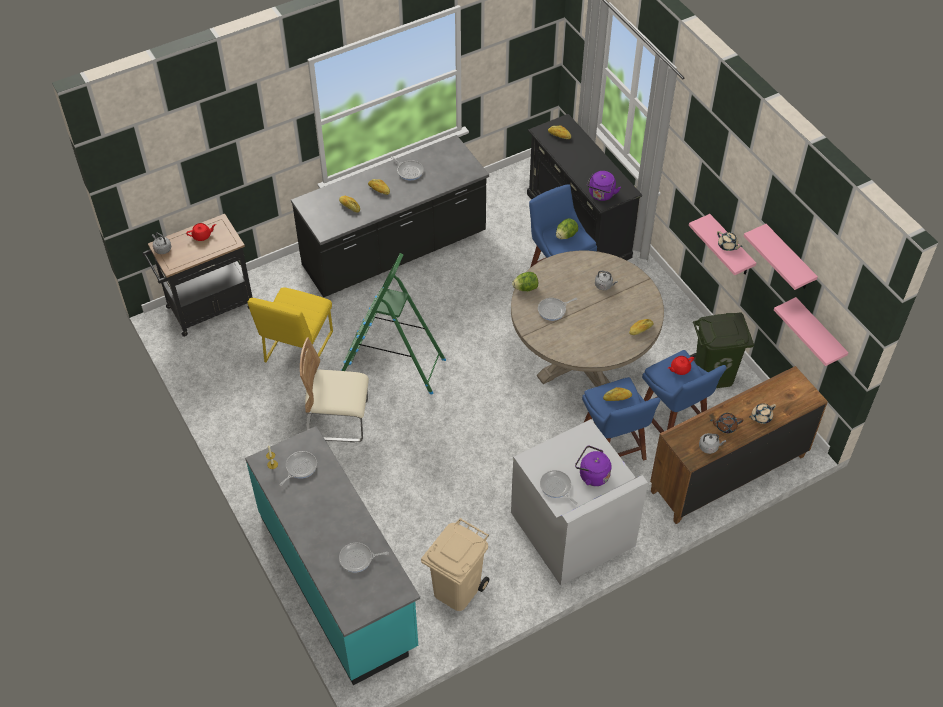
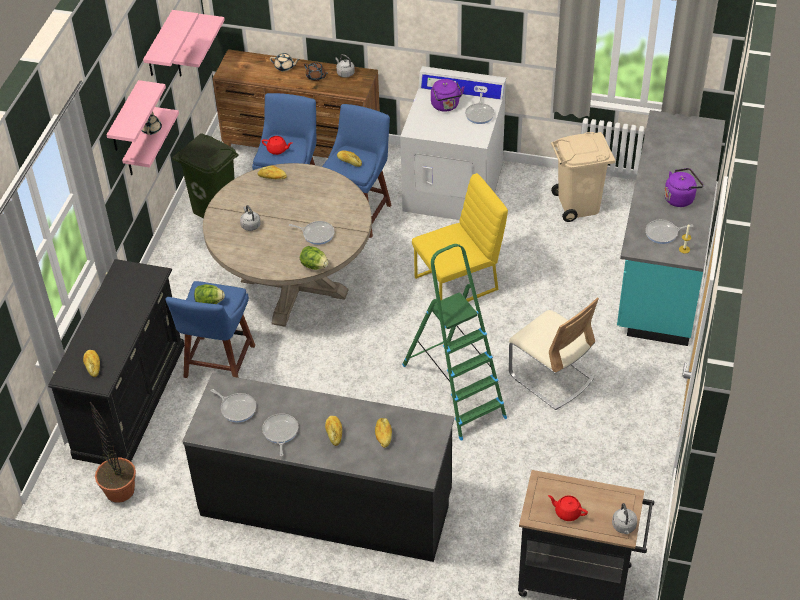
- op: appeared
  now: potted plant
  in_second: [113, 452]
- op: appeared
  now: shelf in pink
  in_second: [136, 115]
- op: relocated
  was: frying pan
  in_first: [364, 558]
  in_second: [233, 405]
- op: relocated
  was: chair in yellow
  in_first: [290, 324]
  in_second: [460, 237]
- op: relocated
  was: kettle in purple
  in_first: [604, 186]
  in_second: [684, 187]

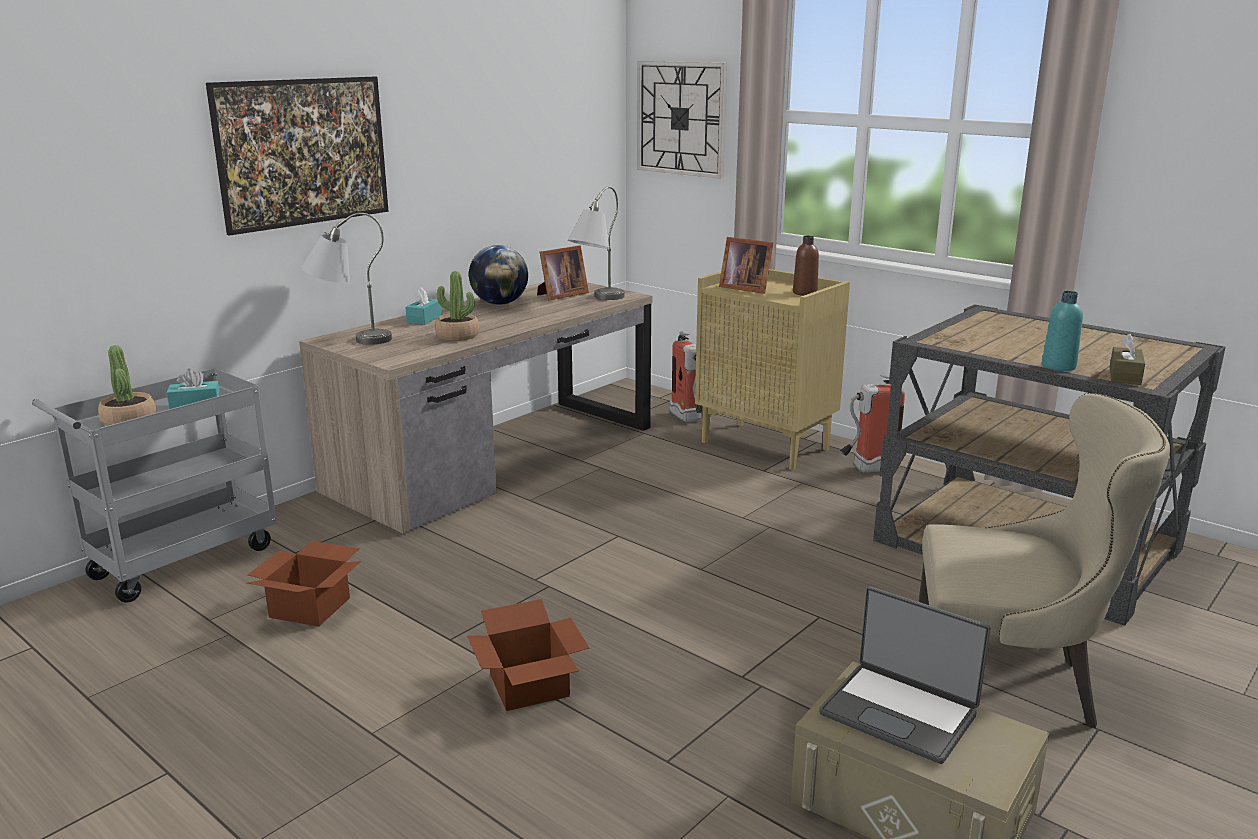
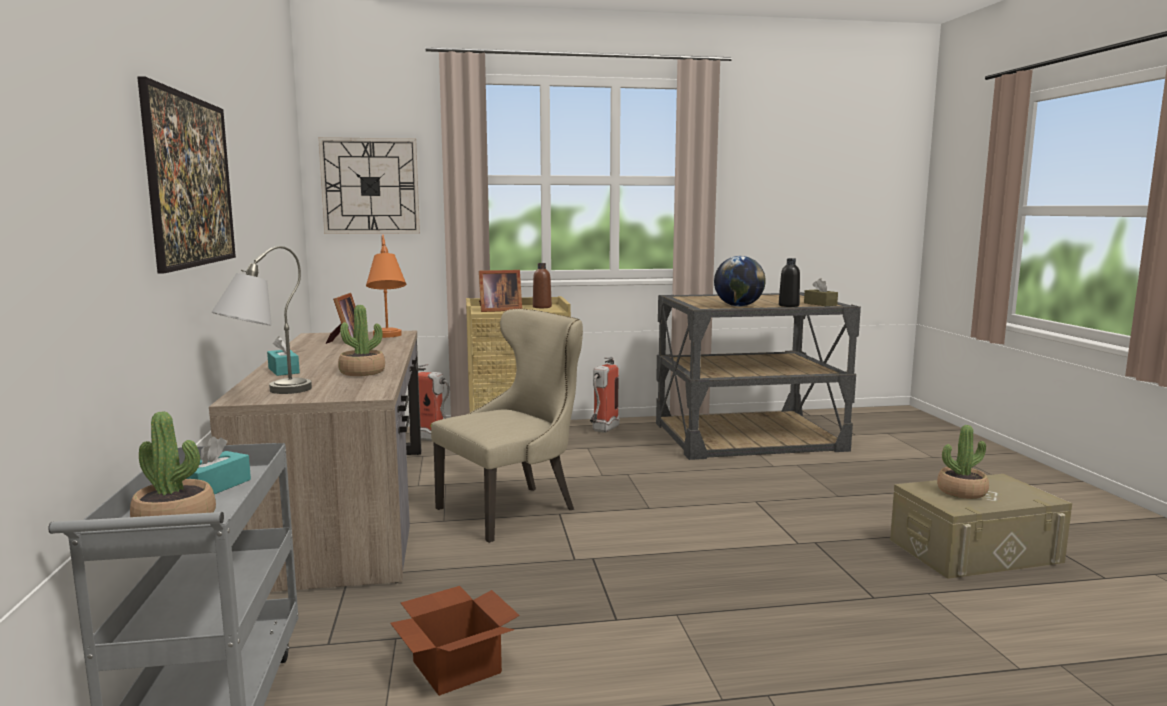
- op: colour
  was: table lamp in grey
  now: table lamp in orange
  in_first: [596, 243]
  in_second: [386, 286]
- op: relocated
  was: chair in beige
  in_first: [1044, 560]
  in_second: [507, 426]
- op: relocated
  was: globe
  in_first: [498, 275]
  in_second: [740, 281]
- op: colour
  was: bottle in turquoise
  now: bottle in black
  in_first: [1062, 331]
  in_second: [789, 282]
- op: exchanged
  was: laptop
  now: potted plant
  in_first: [905, 675]
  in_second: [963, 462]
- op: missing
  was: cardboard box
  in_first: [528, 655]

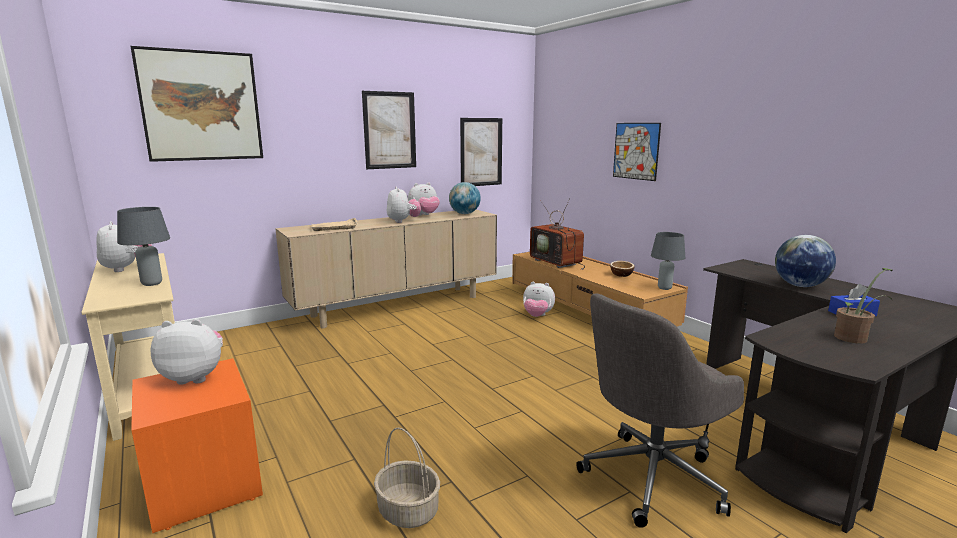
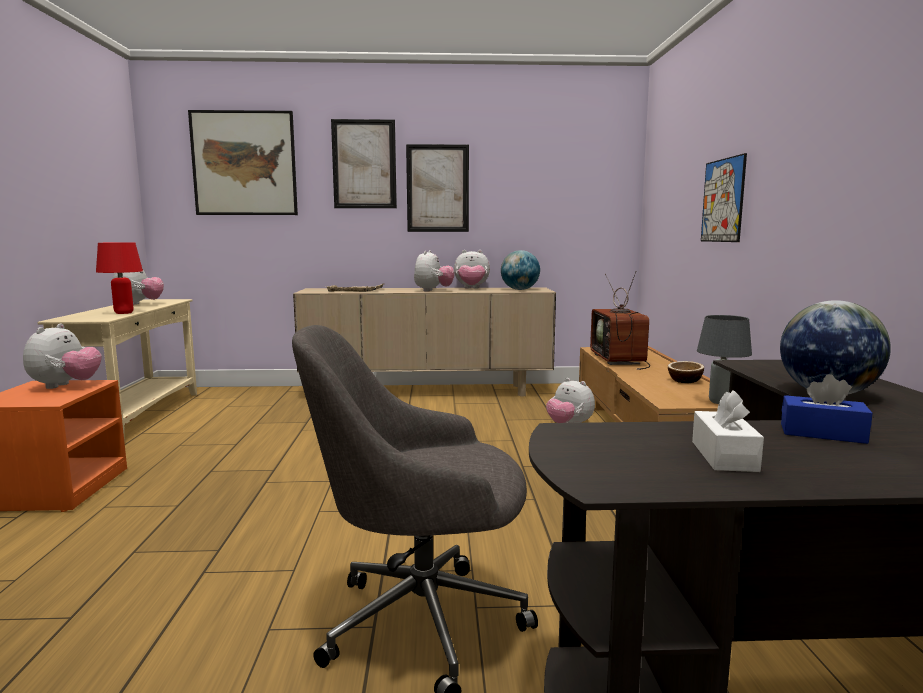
- op: spun
  was: plush toy
  in_first: [187, 352]
  in_second: [62, 356]
  clockwise: 75
- op: colour
  was: table lamp in grey
  now: table lamp in red
  in_first: [143, 246]
  in_second: [119, 278]
- op: relocated
  was: picture
  in_first: [481, 152]
  in_second: [364, 163]
- op: exchanged
  was: potted plant
  now: tissue box in white
  in_first: [863, 306]
  in_second: [728, 431]
- op: missing
  was: basket
  in_first: [407, 478]

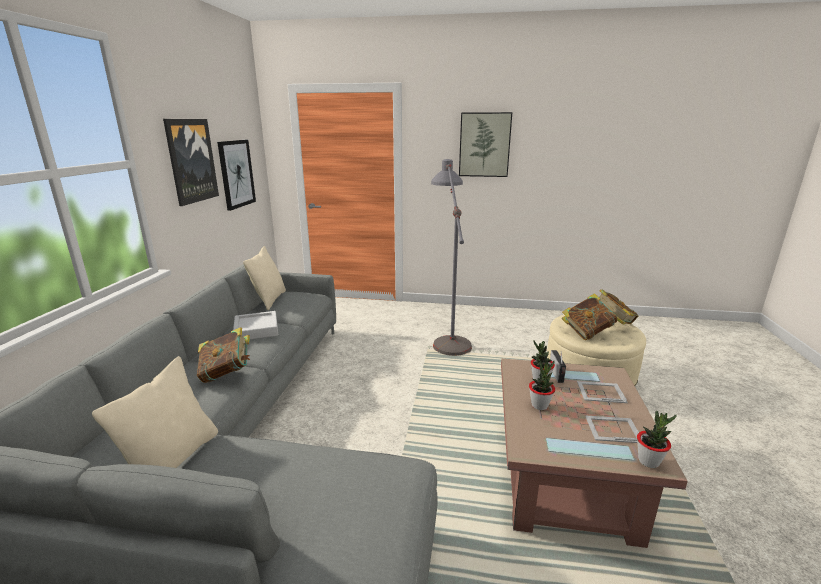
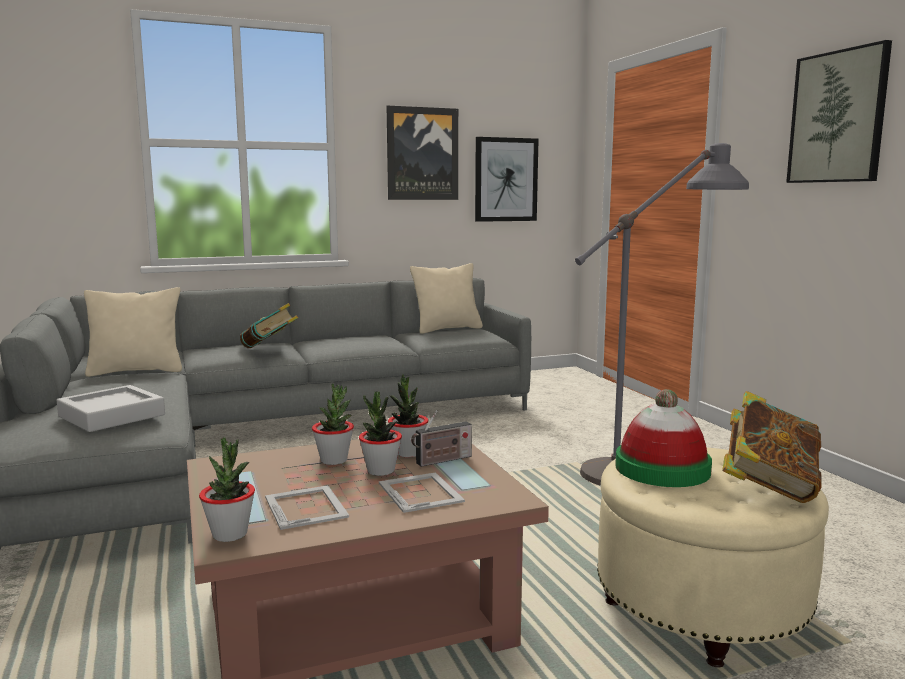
- op: relocated
  was: tray in grey
  in_first: [255, 325]
  in_second: [111, 408]
- op: appeared
  now: potted plant
  in_second: [380, 433]
- op: exchanged
  was: book
  now: hat
  in_first: [589, 316]
  in_second: [663, 438]

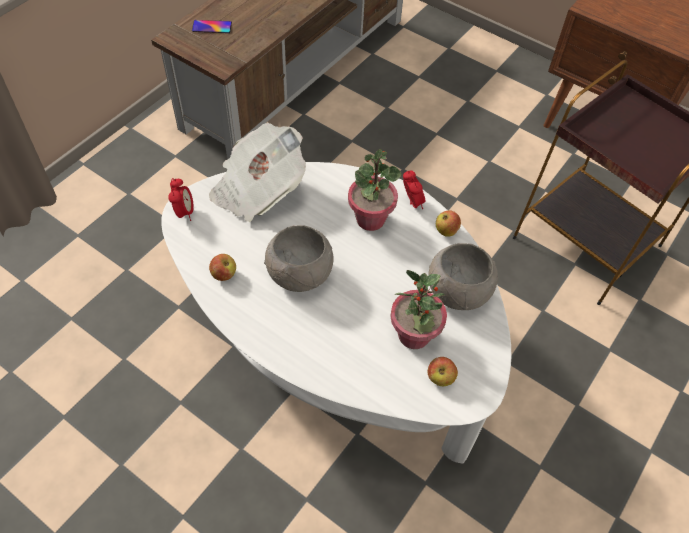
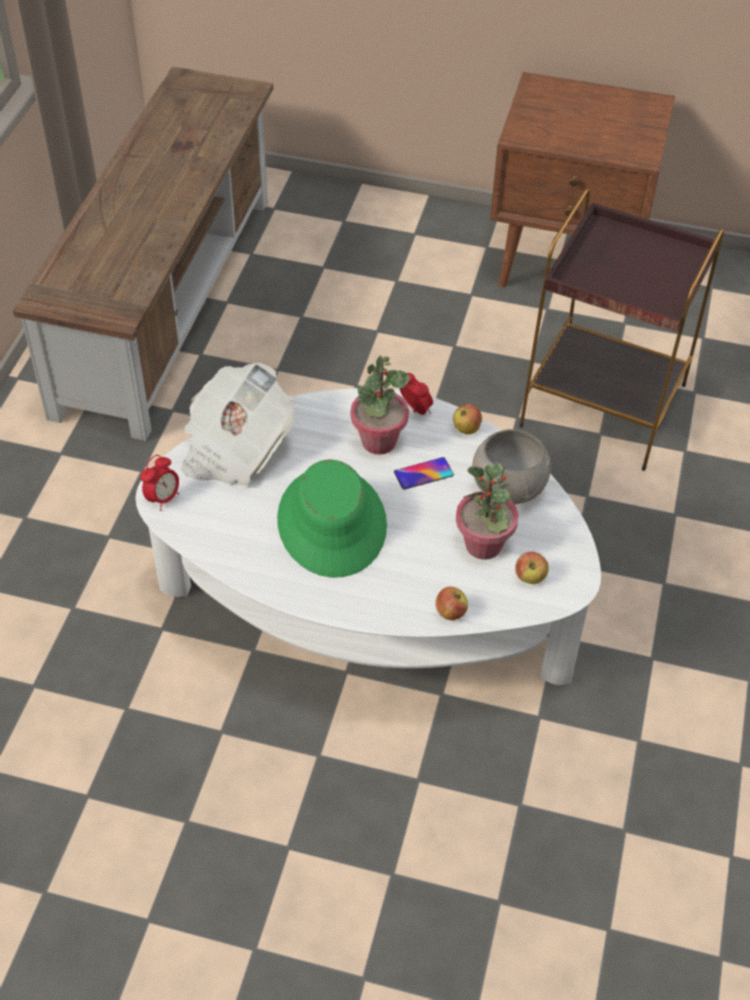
- op: spun
  was: alarm clock
  in_first: [181, 199]
  in_second: [160, 483]
  clockwise: 60
- op: exchanged
  was: bowl in grey
  now: hat in green
  in_first: [298, 258]
  in_second: [332, 518]
- op: relocated
  was: phone
  in_first: [212, 26]
  in_second: [424, 473]
- op: relocated
  was: apple
  in_first: [222, 267]
  in_second: [451, 603]

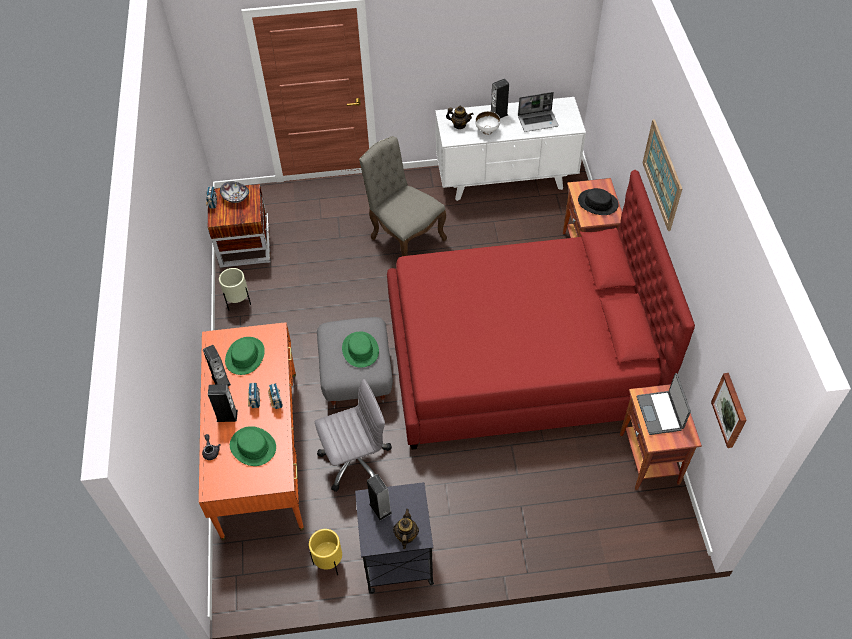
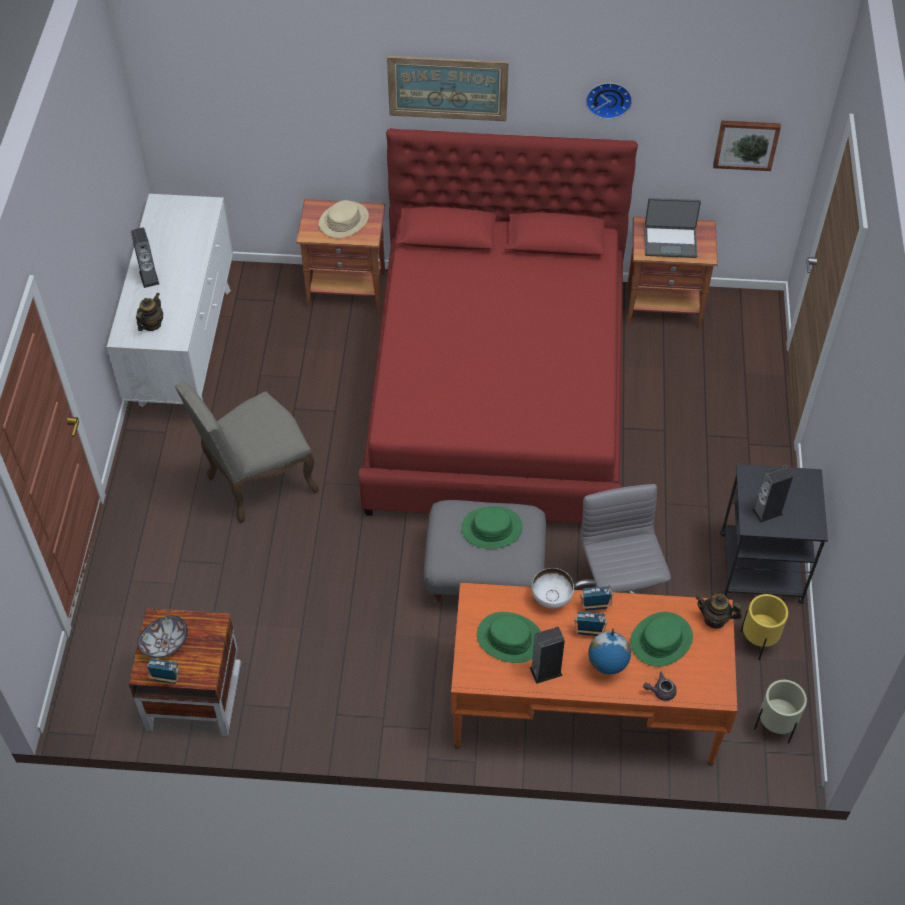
- op: colour
  was: hat in black
  now: hat in beige
  in_first: [598, 201]
  in_second: [344, 219]
- op: relocated
  was: bowl in white
  in_first: [487, 123]
  in_second: [553, 588]
- op: appeared
  now: wall clock
  in_second: [609, 101]
- op: exchanged
  was: speaker
  now: globe
  in_first: [223, 403]
  in_second: [609, 651]
- op: relocated
  was: teapot
  in_first: [406, 529]
  in_second: [719, 611]
- op: relocated
  was: planter in beige
  in_first: [235, 289]
  in_second: [780, 712]
- op: missing
  was: laptop
  in_first: [538, 112]

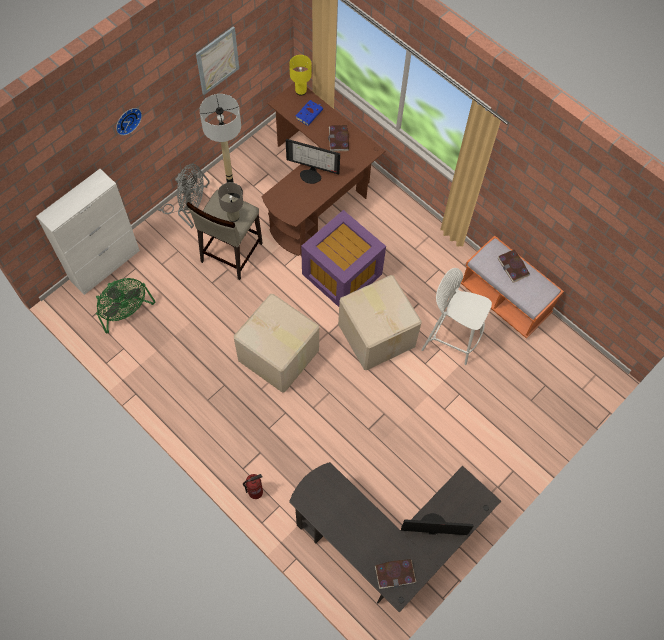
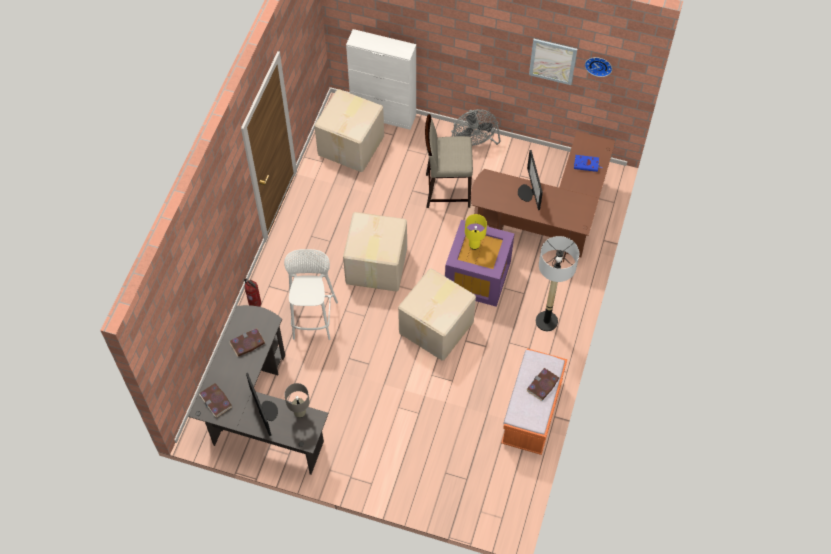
- op: relocated
  was: book
  in_first: [338, 138]
  in_second: [247, 342]
- op: relocated
  was: stool in white
  in_first: [456, 316]
  in_second: [311, 294]
- op: relocated
  was: table lamp in grey
  in_first: [230, 202]
  in_second: [297, 400]
- op: exchanged
  was: fan in green
  now: cardboard box
  in_first: [125, 306]
  in_second: [349, 130]
- op: relocated
  was: table lamp in yellow
  in_first: [300, 75]
  in_second: [476, 232]
- op: relocated
  was: floor lamp
  in_first: [221, 146]
  in_second: [557, 283]
- op: relocated
  was: wall clock
  in_first: [129, 121]
  in_second: [598, 67]

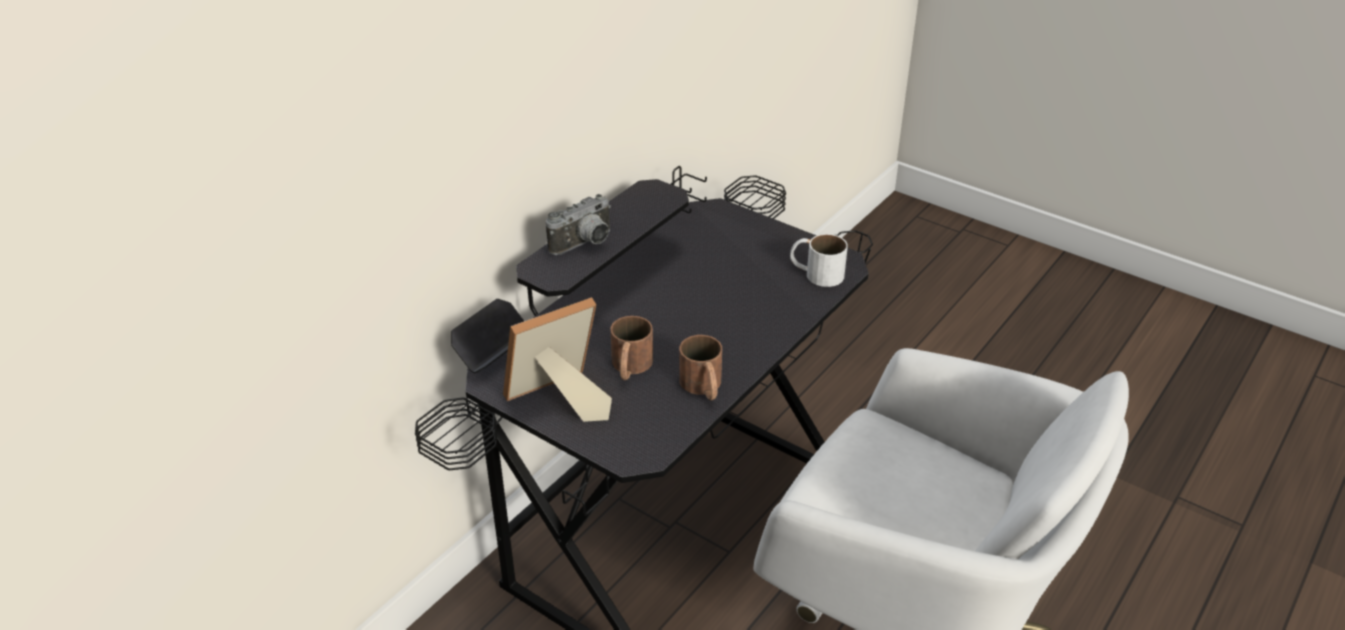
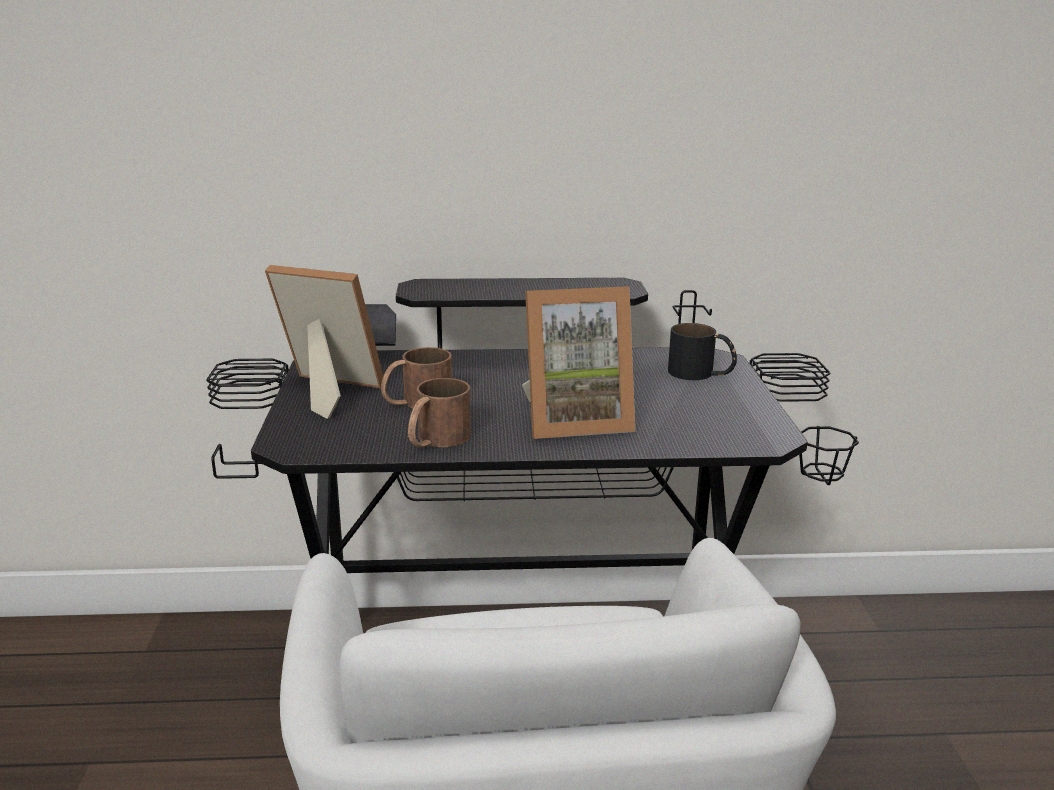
- op: appeared
  now: picture frame
  in_second: [578, 362]
- op: appeared
  now: mug in black
  in_second: [702, 351]
- op: missing
  was: photo camera
  in_first: [578, 224]
- op: missing
  was: mug in white
  in_first: [819, 260]

